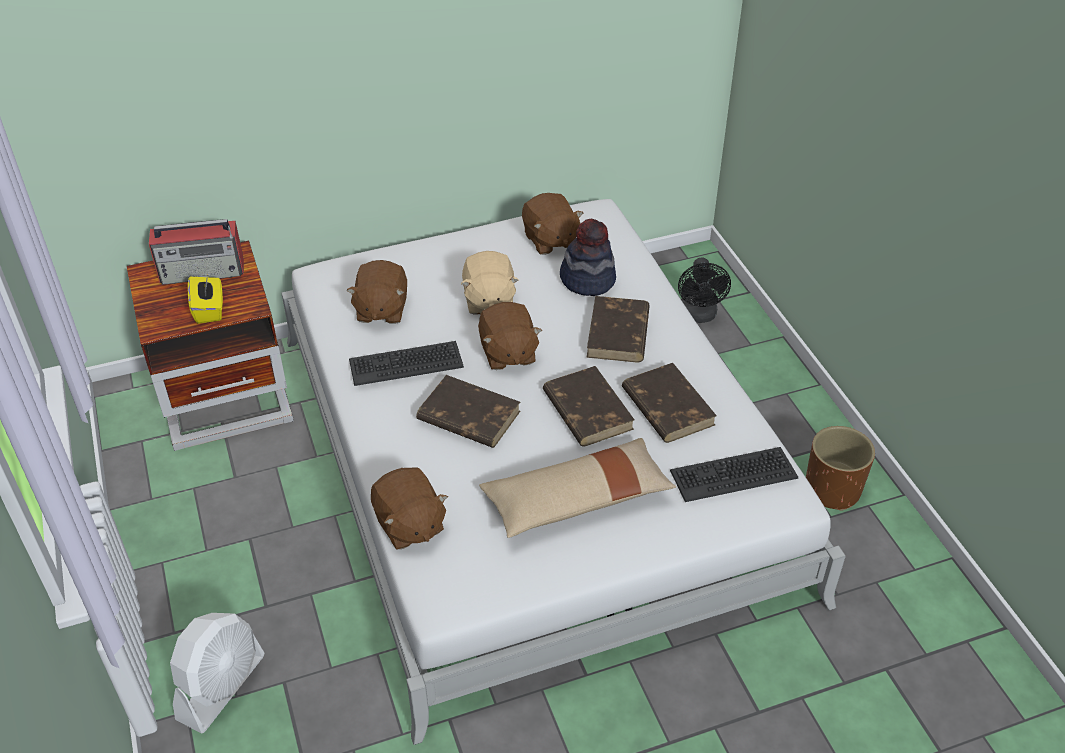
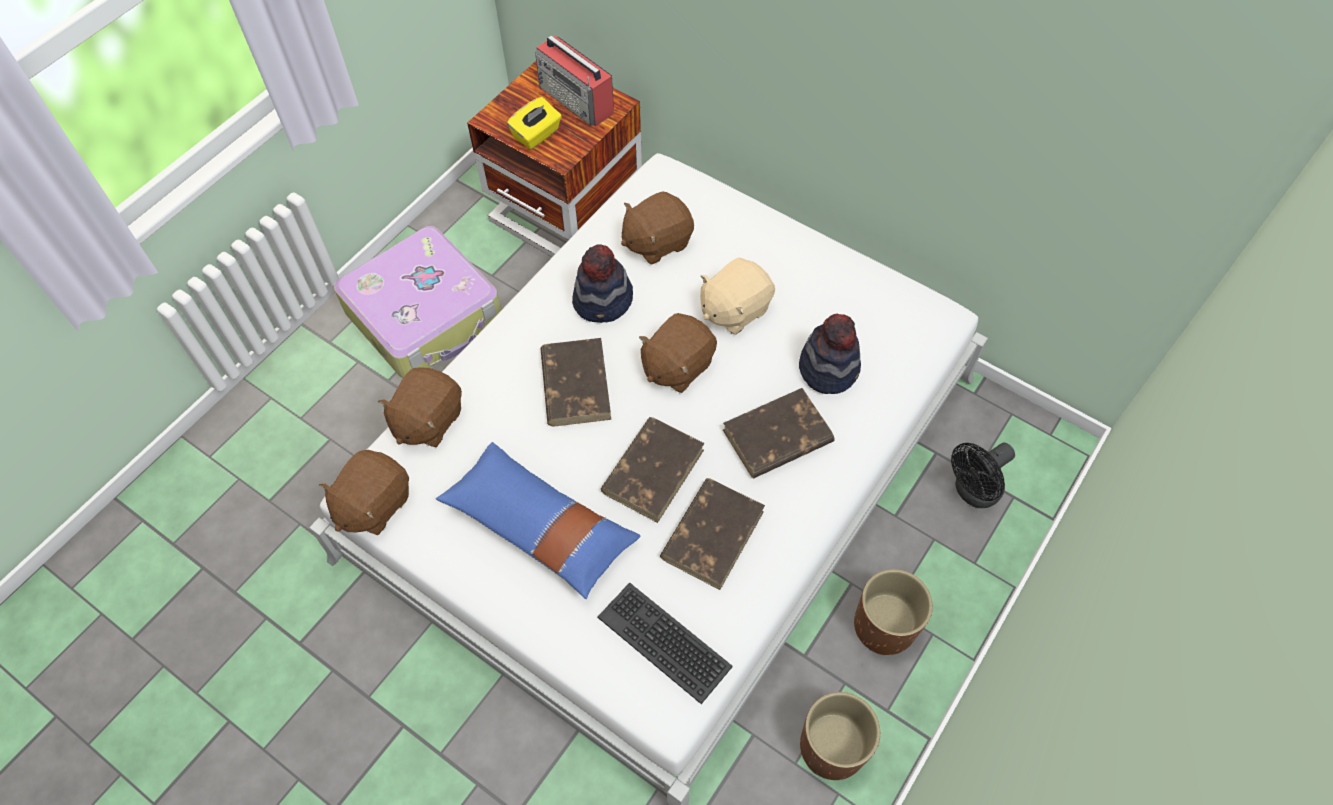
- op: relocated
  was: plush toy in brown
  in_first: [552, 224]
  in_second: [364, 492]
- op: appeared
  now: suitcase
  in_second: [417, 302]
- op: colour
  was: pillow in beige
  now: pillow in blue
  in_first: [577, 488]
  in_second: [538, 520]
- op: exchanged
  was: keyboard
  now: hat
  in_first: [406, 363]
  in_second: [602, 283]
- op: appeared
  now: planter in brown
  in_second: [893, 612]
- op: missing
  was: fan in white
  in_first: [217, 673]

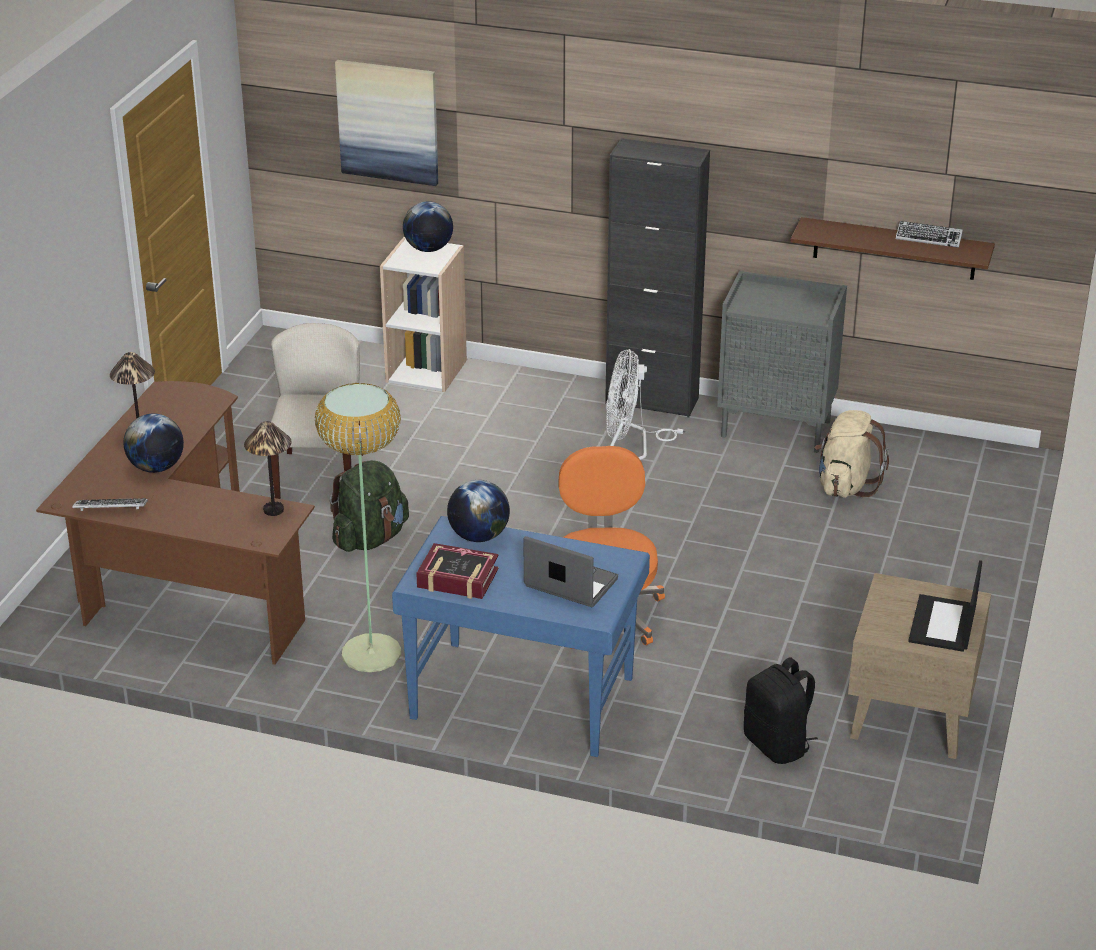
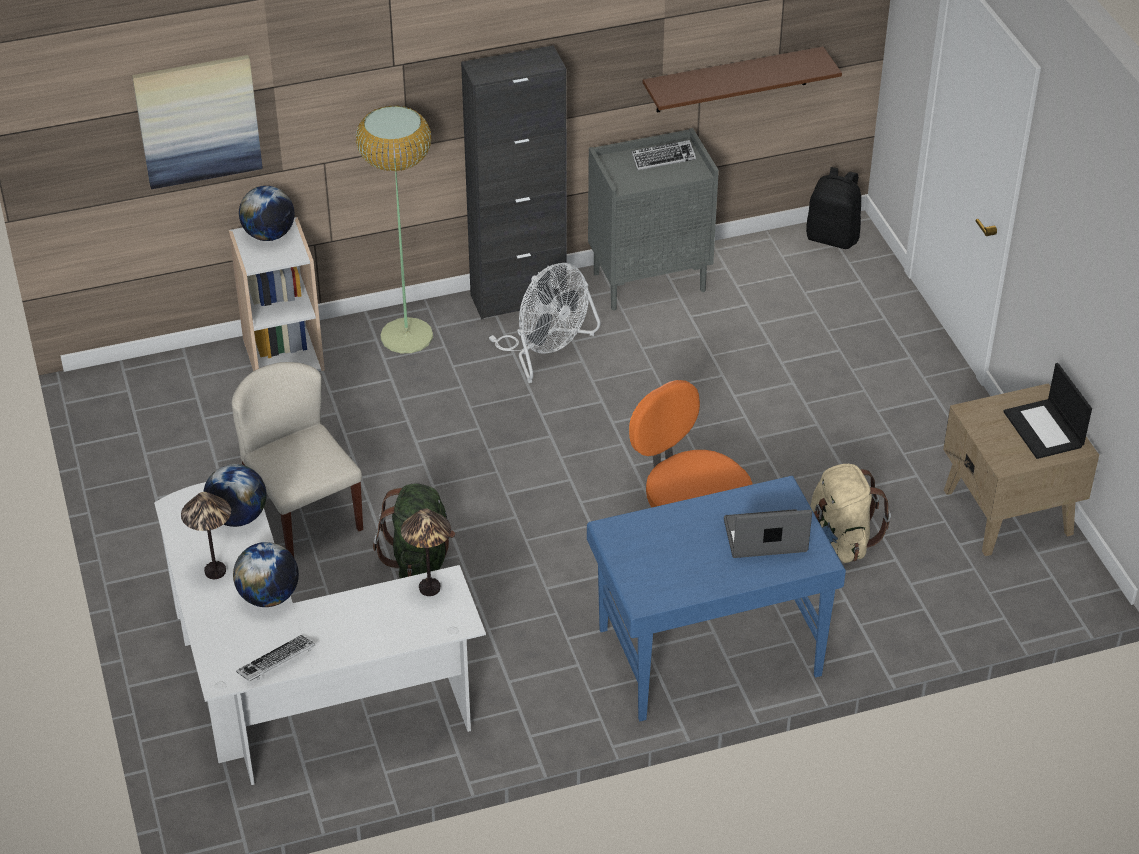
- op: colour
  was: desk in brown
  now: desk in white
  in_first: [175, 523]
  in_second: [320, 633]
- op: relocated
  was: globe
  in_first: [478, 511]
  in_second: [235, 495]
- op: relocated
  was: floor lamp
  in_first: [358, 527]
  in_second: [394, 229]
- op: spun
  was: fan in white
  in_first: [645, 404]
  in_second: [544, 323]
  clockwise: -105
- op: relocated
  was: keyboard
  in_first: [929, 234]
  in_second: [663, 155]
- op: relocated
  was: backpack in black
  in_first: [781, 710]
  in_second: [833, 208]
- op: relocated
  was: backpack in beige
  in_first: [852, 454]
  in_second: [851, 513]
- op: missing
  was: book
  in_first: [457, 571]

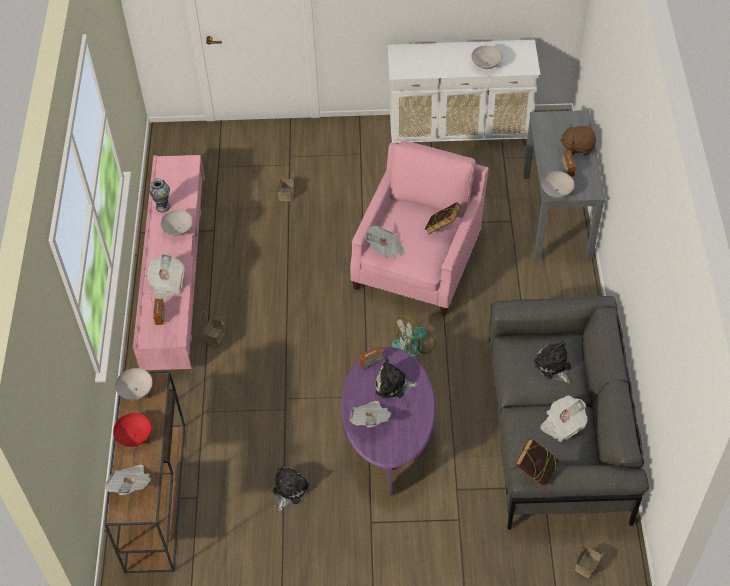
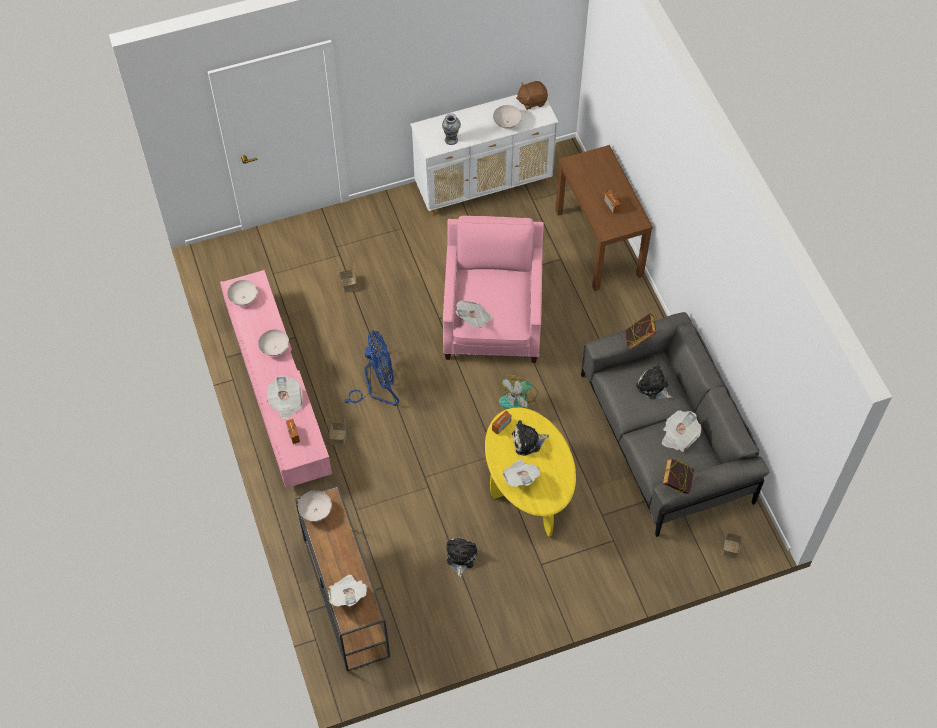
- op: relocated
  was: bowl in white
  in_first: [558, 184]
  in_second: [242, 293]
- op: appeared
  now: fan in blue
  in_second: [372, 368]
- op: relocated
  was: vase
  in_first: [159, 195]
  in_second: [451, 129]
- op: colour
  was: coffee table in purple
  now: coffee table in yellow
  in_first: [388, 421]
  in_second: [530, 472]
- op: relocated
  was: plush toy in brown
  in_first: [578, 139]
  in_second: [532, 95]
- op: colour
  was: console table in grey
  now: console table in brown
  in_first: [564, 185]
  in_second: [604, 218]
- op: relocated
  was: book
  in_first: [443, 218]
  in_second: [640, 331]
- op: missing
  was: bowl in red
  in_first: [132, 430]

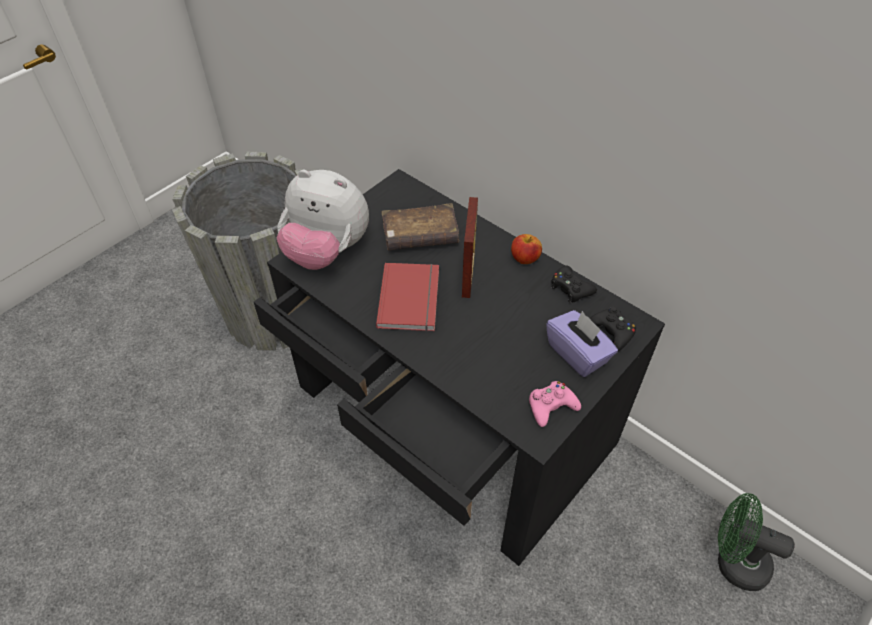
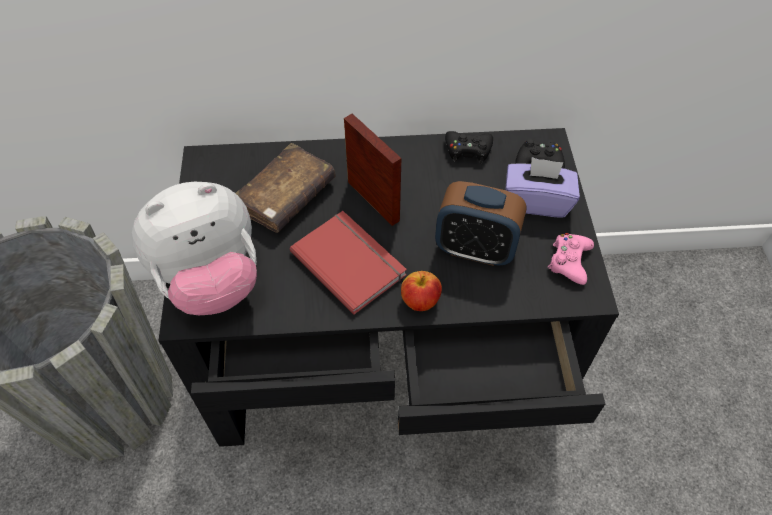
- op: relocated
  was: apple
  in_first: [526, 249]
  in_second: [421, 291]
- op: appeared
  now: alarm clock
  in_second: [481, 223]
- op: missing
  was: fan in green
  in_first: [756, 542]

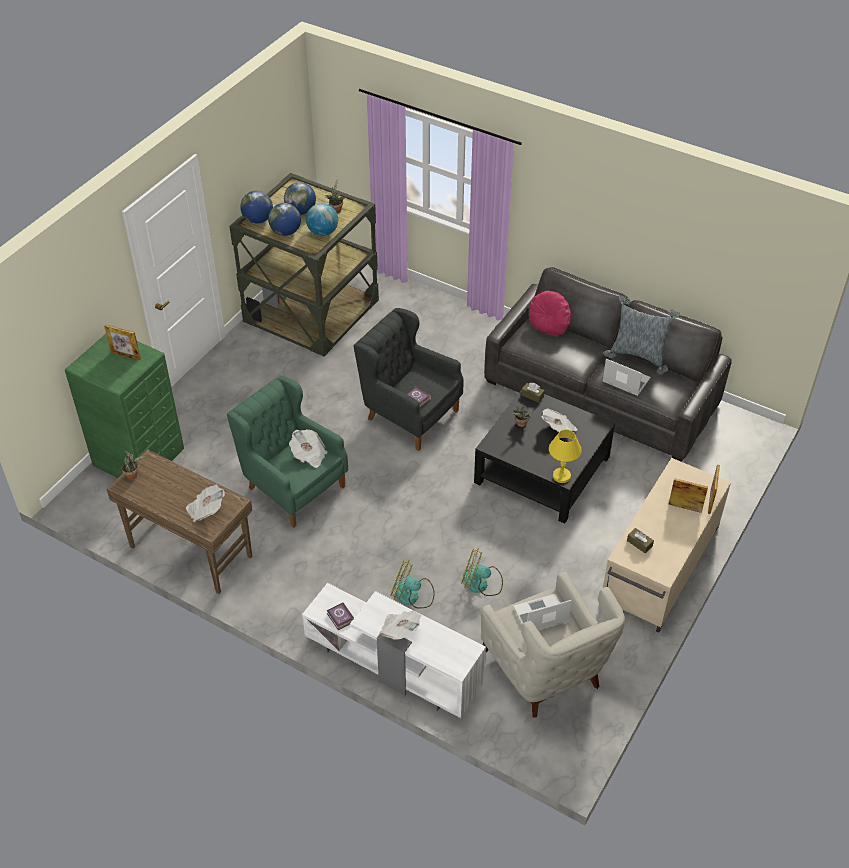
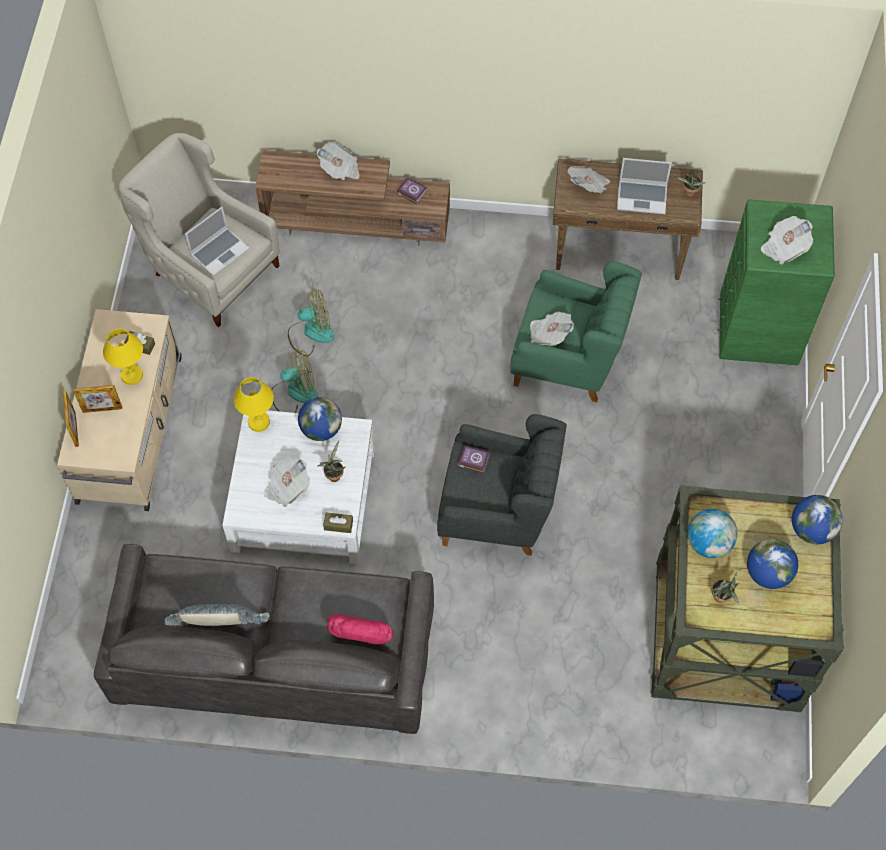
- op: appeared
  now: table lamp in yellow
  in_second: [123, 357]
- op: colour
  was: coffee table in black
  now: coffee table in white
  in_first: [544, 457]
  in_second: [298, 487]
- op: colour
  was: tv stand in white
  now: tv stand in brown
  in_first: [394, 650]
  in_second: [352, 198]
- op: relocated
  was: fan
  in_first: [412, 584]
  in_second: [294, 381]
- op: relocated
  was: globe
  in_first: [284, 219]
  in_second: [320, 419]
- op: relocated
  was: laptop
  in_first: [627, 377]
  in_second: [644, 186]
- op: exchanged
  was: picture frame
  now: newspaper
  in_first: [122, 342]
  in_second: [787, 240]

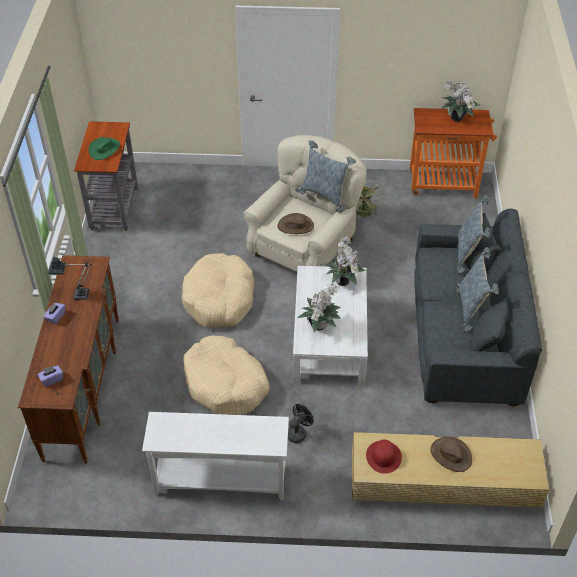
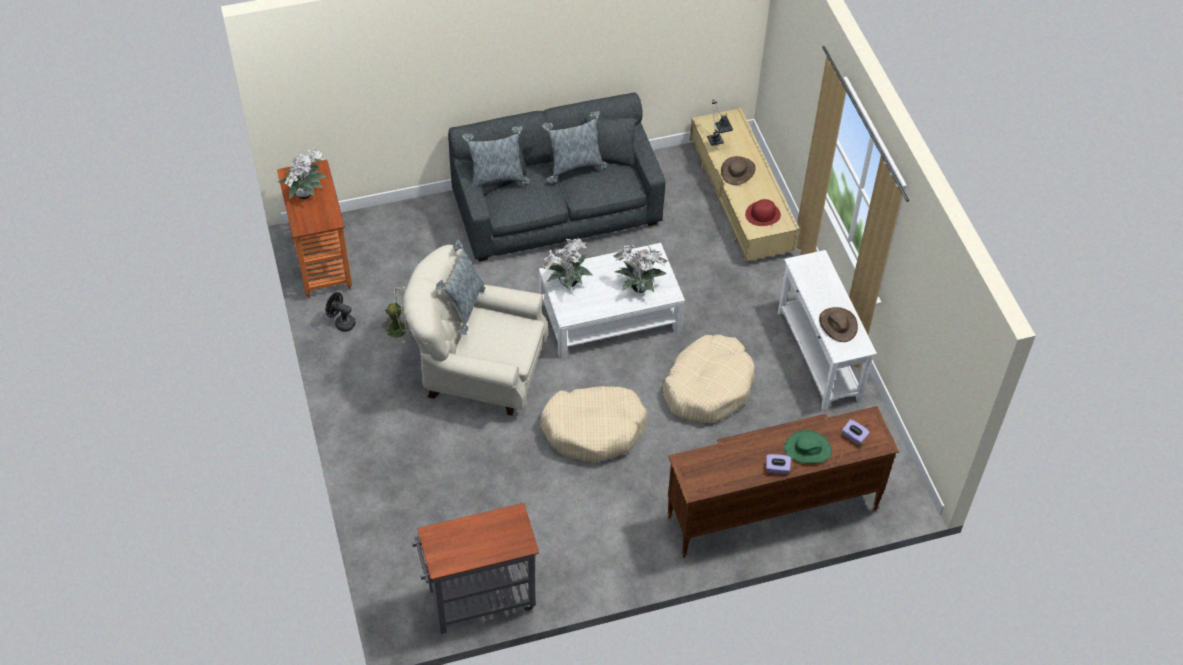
- op: relocated
  was: fan in black
  in_first: [301, 423]
  in_second: [341, 312]
- op: relocated
  was: table lamp
  in_first: [69, 278]
  in_second: [720, 123]
- op: relocated
  was: hat in green
  in_first: [104, 148]
  in_second: [808, 447]
- op: relocated
  was: hat in brown
  in_first: [296, 223]
  in_second: [838, 324]

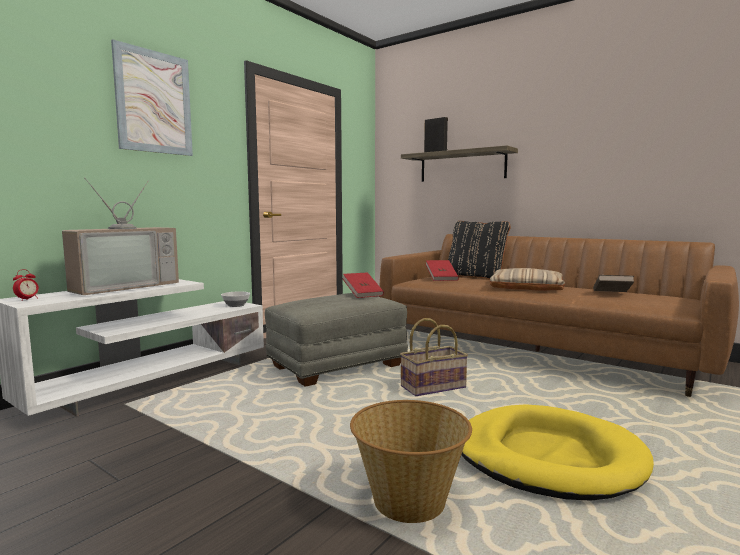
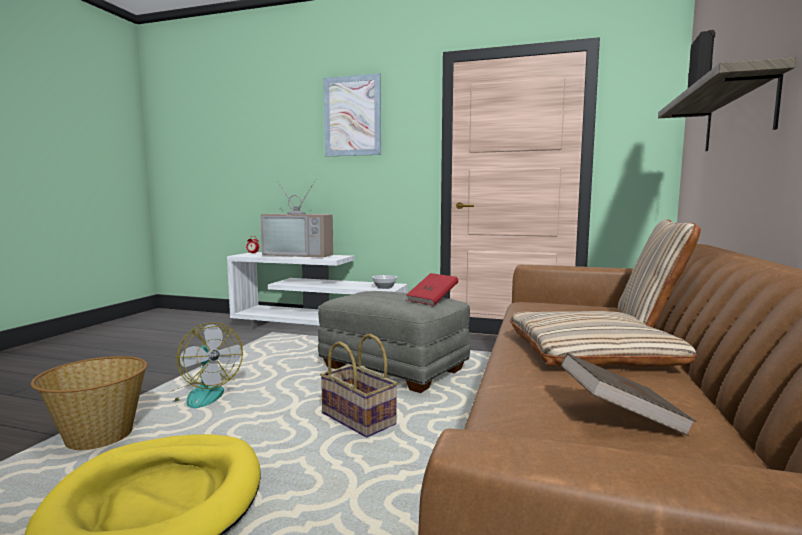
- op: appeared
  now: fan
  in_second: [203, 365]
- op: colour
  was: pillow in black
  now: pillow in beige
  in_first: [479, 250]
  in_second: [659, 273]
- op: missing
  was: book in red
  in_first: [442, 270]

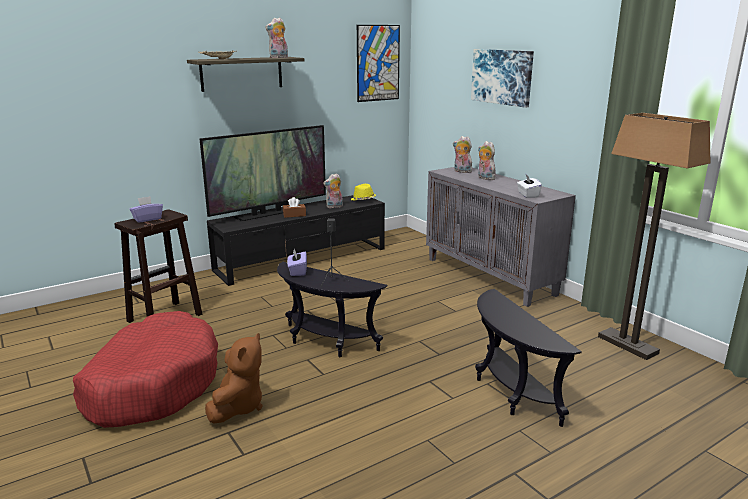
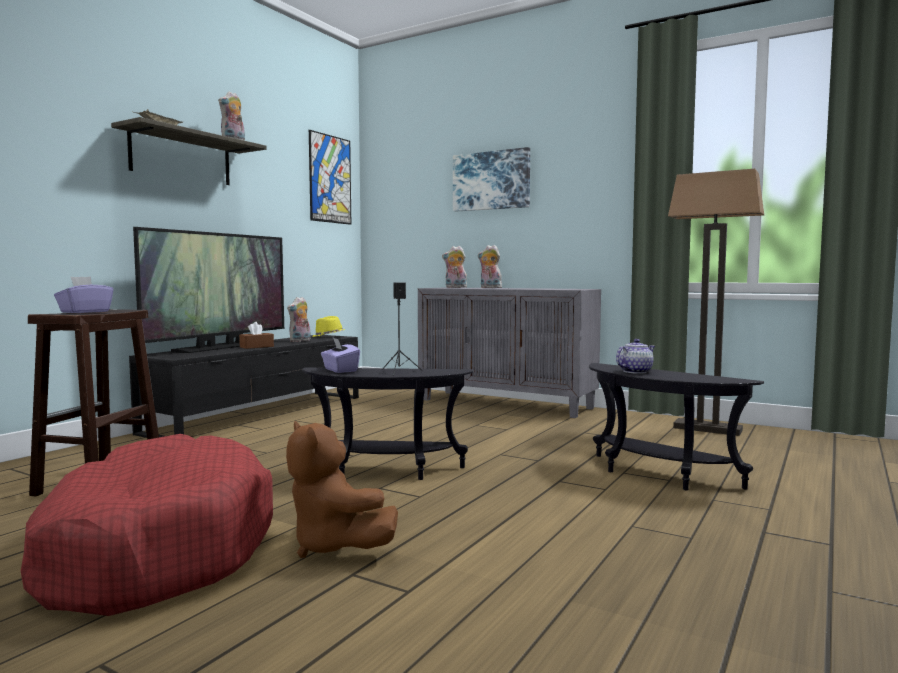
- op: spun
  was: plush toy in brown
  in_first: [234, 378]
  in_second: [342, 489]
  clockwise: 150
- op: appeared
  now: teapot
  in_second: [635, 356]
- op: missing
  was: tissue box in white
  in_first: [529, 186]

